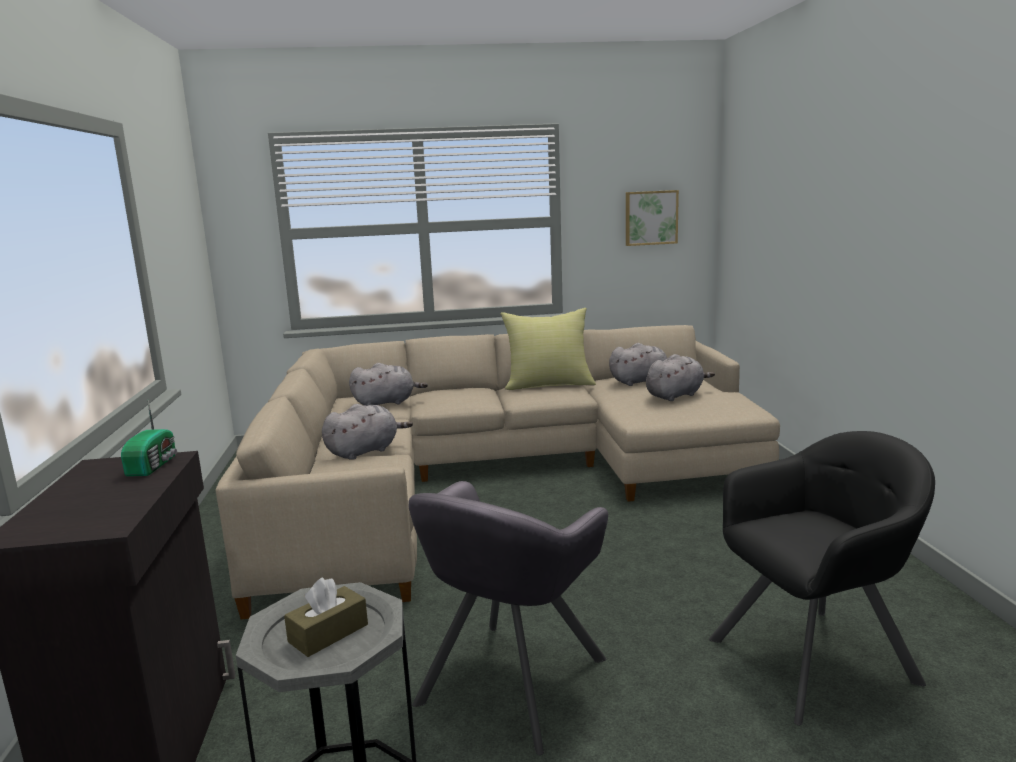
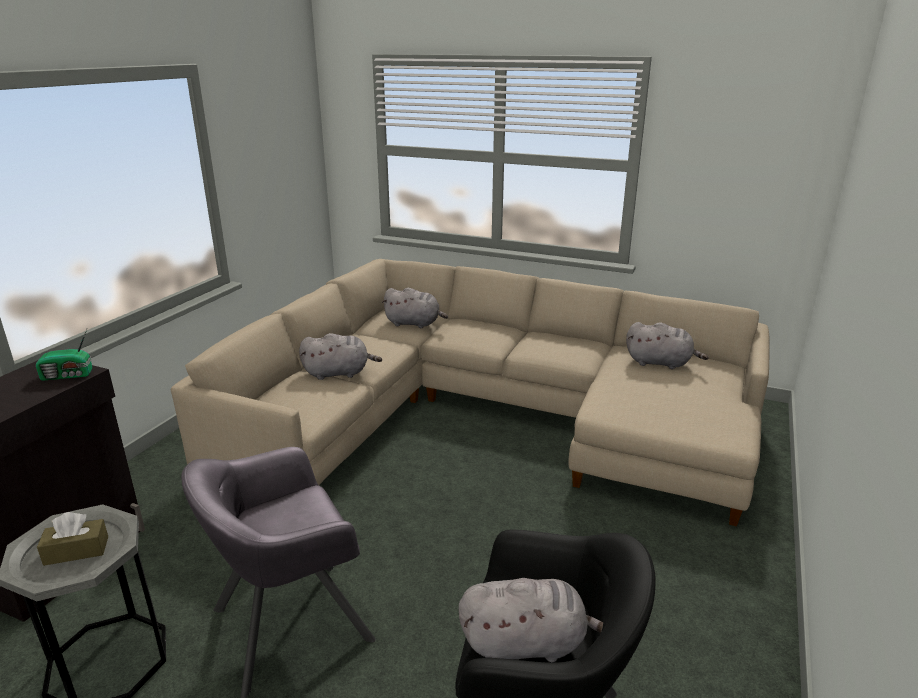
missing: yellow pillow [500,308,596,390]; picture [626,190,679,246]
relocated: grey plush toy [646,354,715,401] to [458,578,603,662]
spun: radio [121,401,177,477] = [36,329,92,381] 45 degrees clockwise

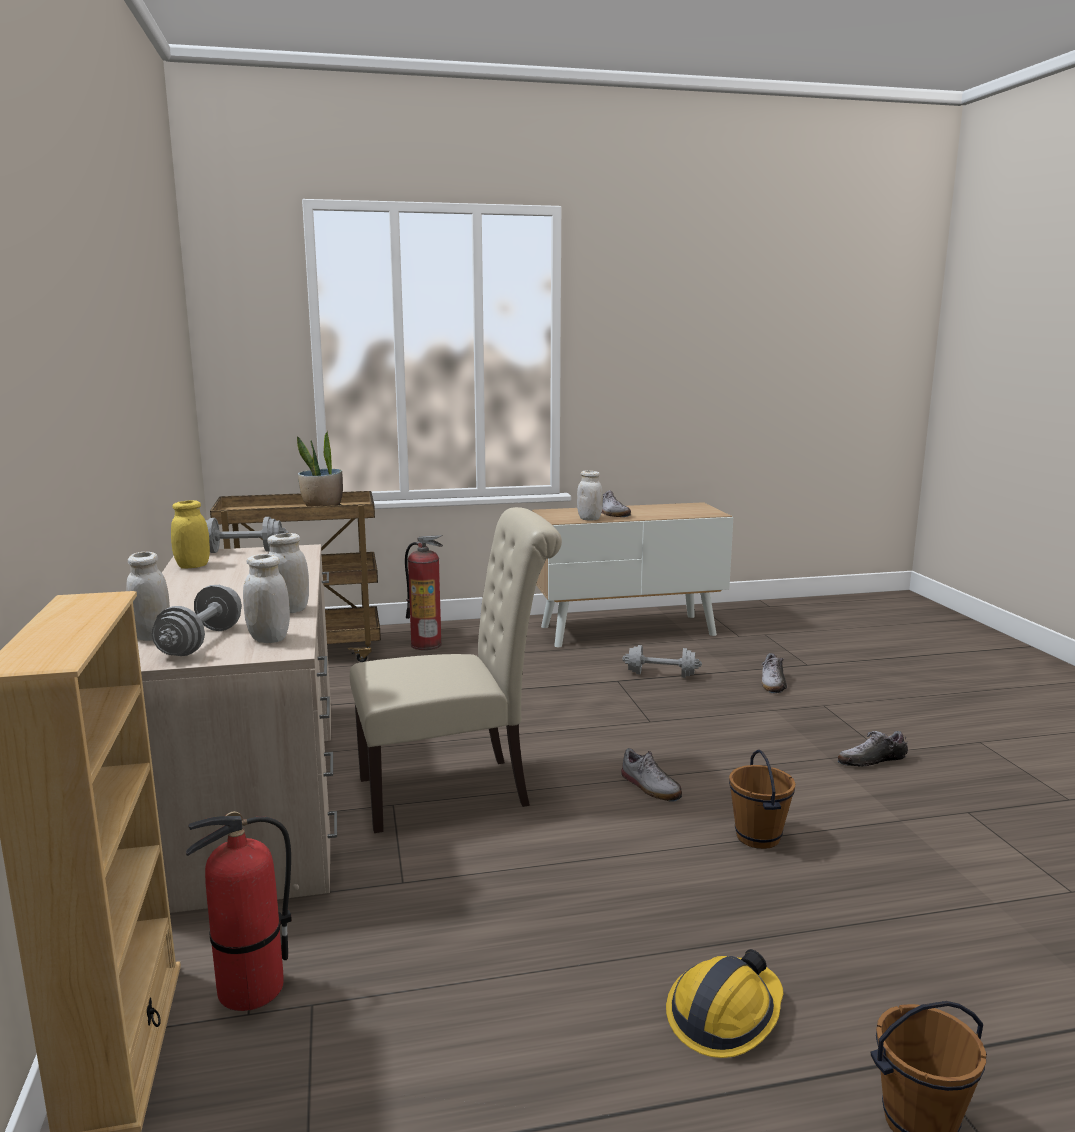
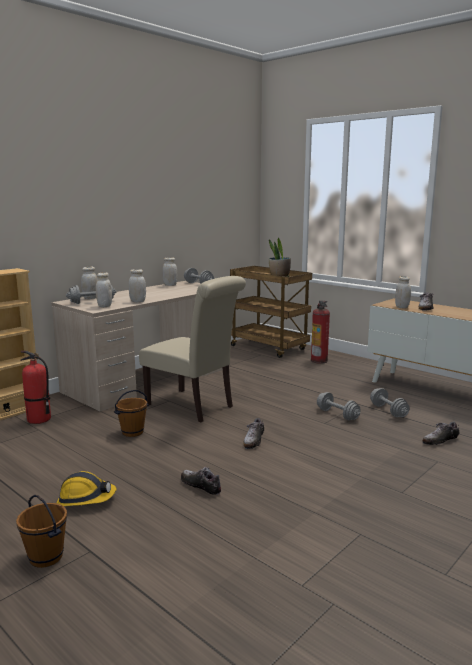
appeared: grey dumbbell [317,392,360,420]
relocated: brown bucket [729,749,796,849] to [114,390,149,437]; shoe [838,731,908,766] to [181,467,221,495]
colour: yellow jar [171,500,210,569] to white jar [162,257,177,286]

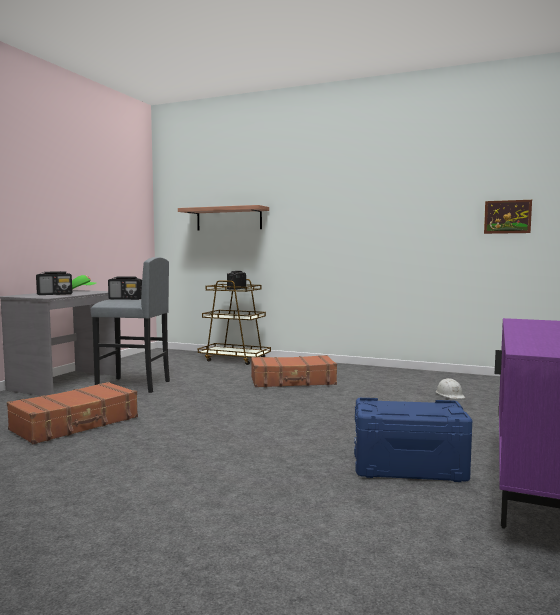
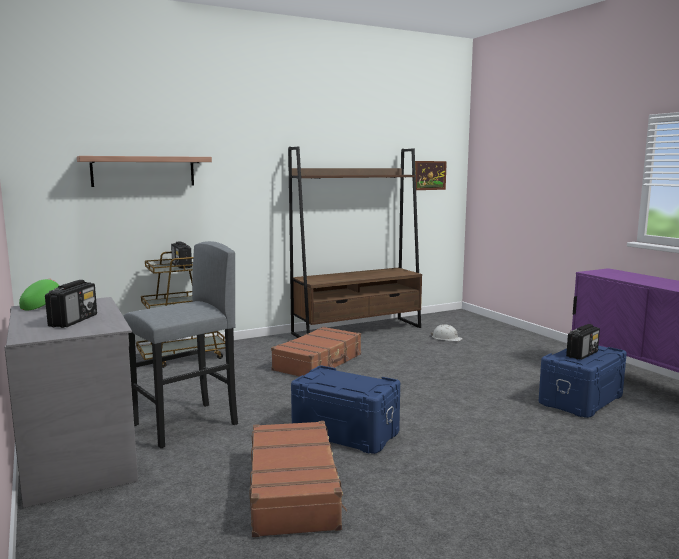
appeared: brown bookcase [288,147,422,338]; blue storage box [291,366,400,454]
relocated: radio [108,276,142,300] to [566,324,600,360]

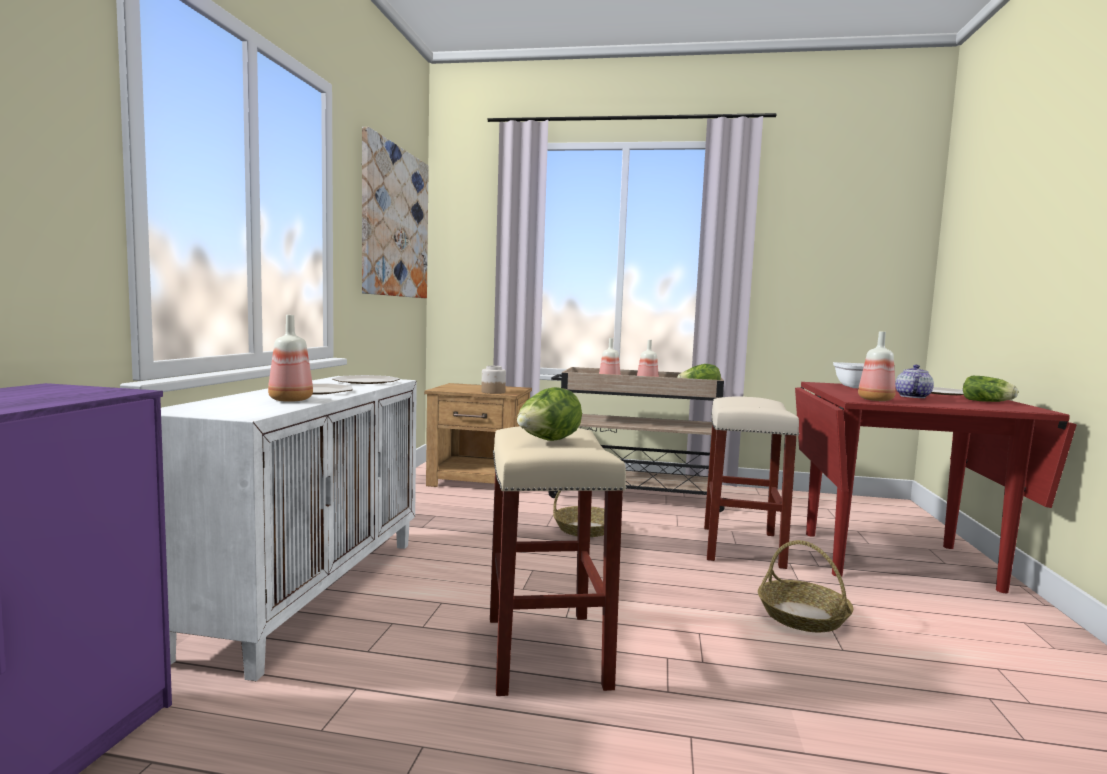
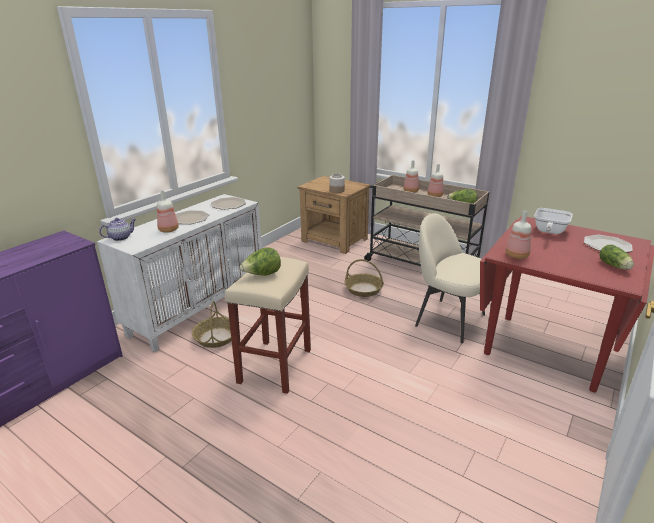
missing: picture [362,127,429,298]
relocated: teapot [895,365,934,398] to [99,218,136,241]; basket [758,540,854,632] to [192,301,232,348]
exchanged: beige stool [704,396,799,569] to beige chair [415,213,485,343]

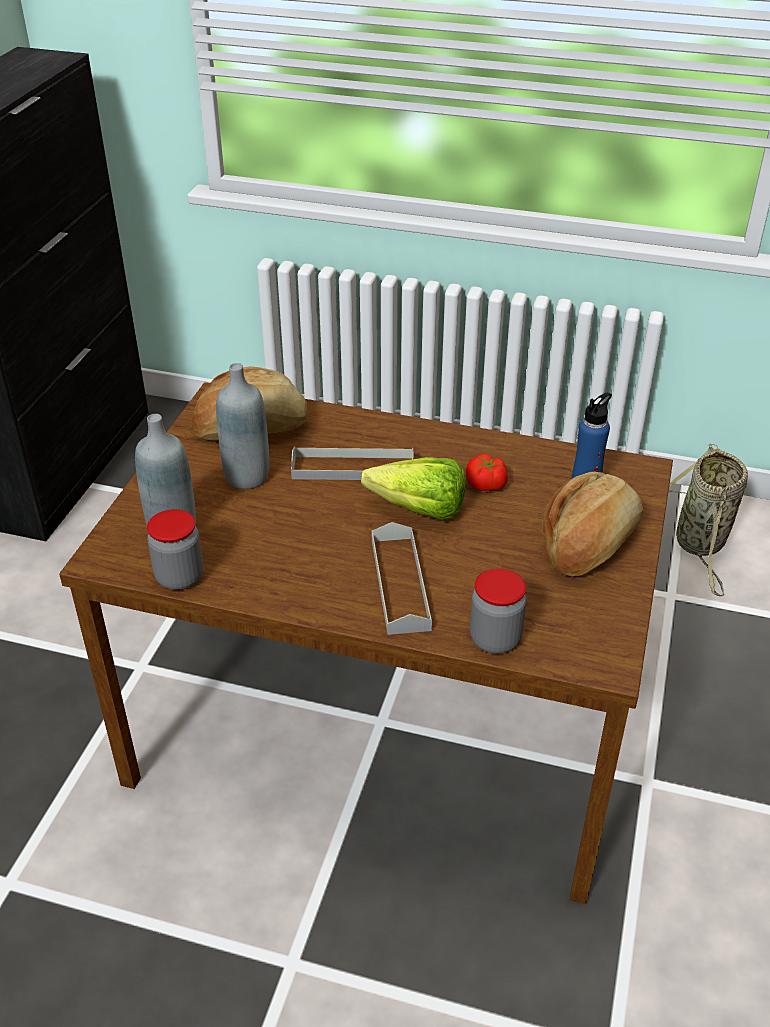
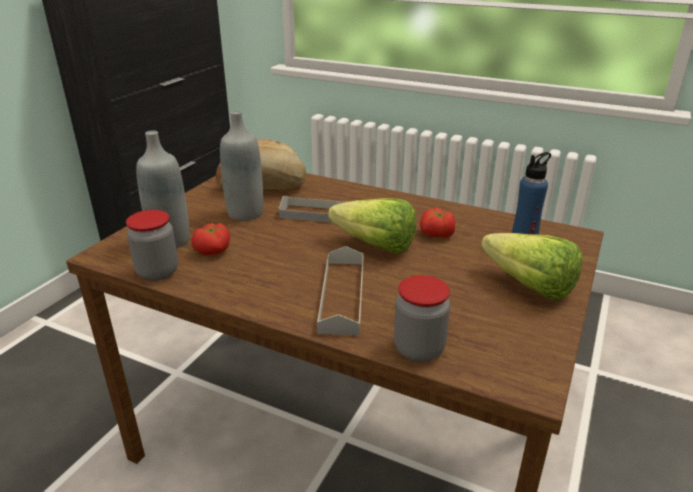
missing: basket [669,444,748,596]
appeared: tomato [191,223,230,255]
exchanged: bread [542,472,643,577] to lettuce [481,233,583,300]

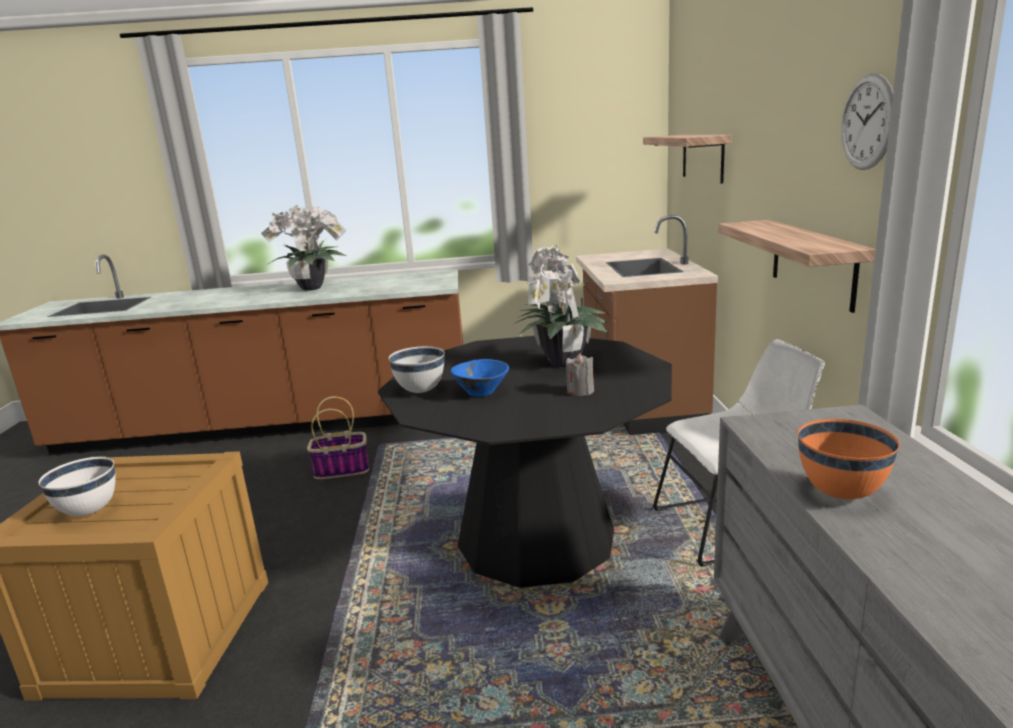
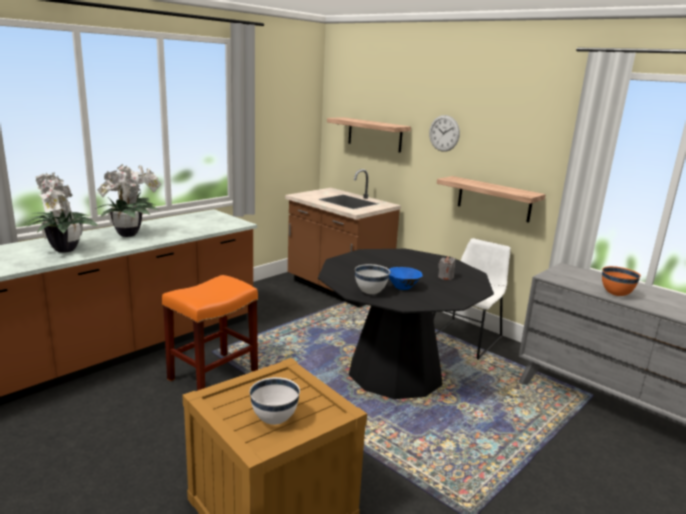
relocated: potted plant [512,245,608,367] to [25,173,99,253]; wall clock [841,73,893,170] to [429,115,460,152]
exchanged: basket [307,396,369,479] to orange stool [162,275,258,391]

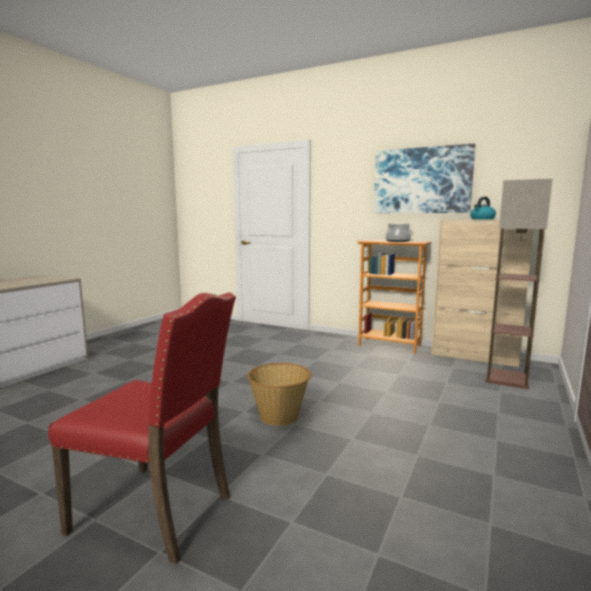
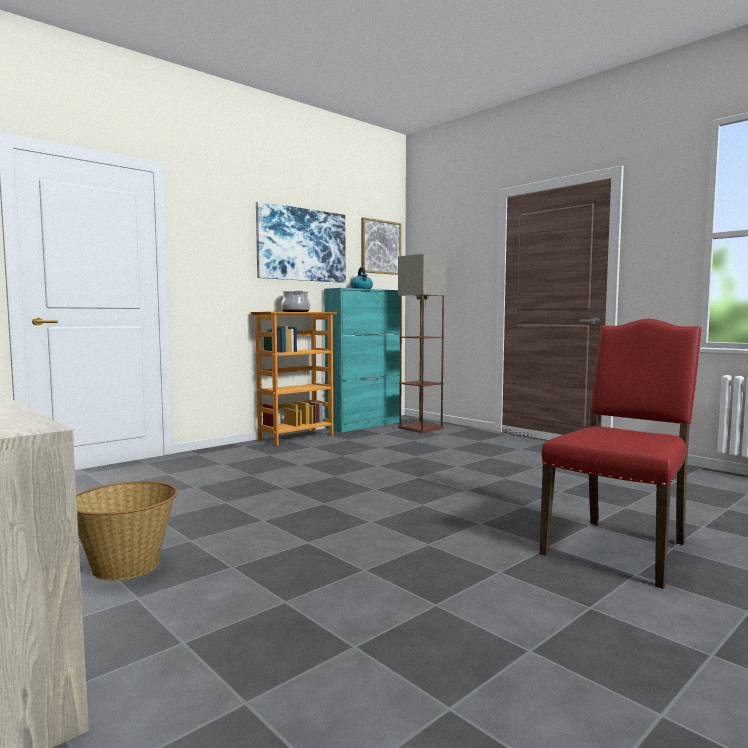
appeared: picture [361,217,402,275]
relocated: basket [247,363,312,426] to [76,481,178,581]
colour: beige cabinet [431,220,534,367] to turquoise cabinet [324,288,400,432]

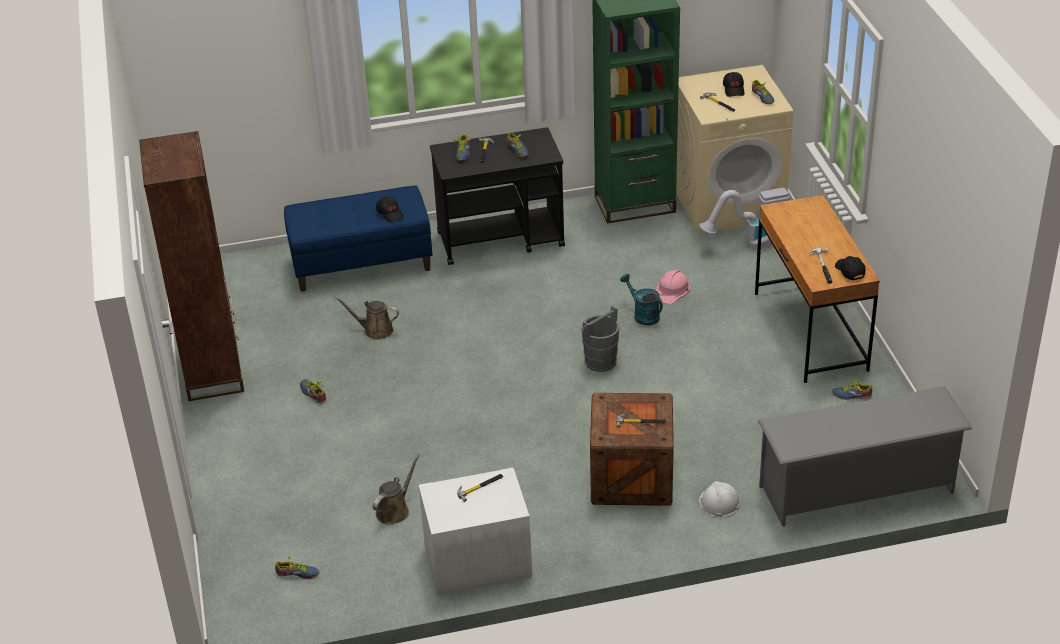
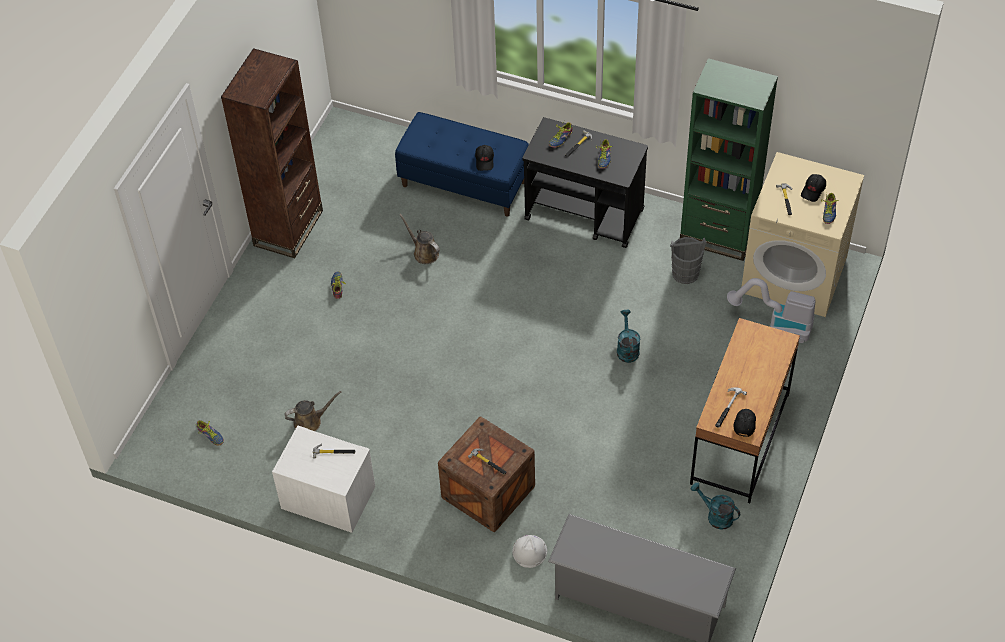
missing: pink hard hat [656,270,690,304]
relocated: grey bucket [581,305,619,372] to [670,237,706,284]
exchanged: shoe [832,378,872,400] to turquoise watering can [691,482,740,530]

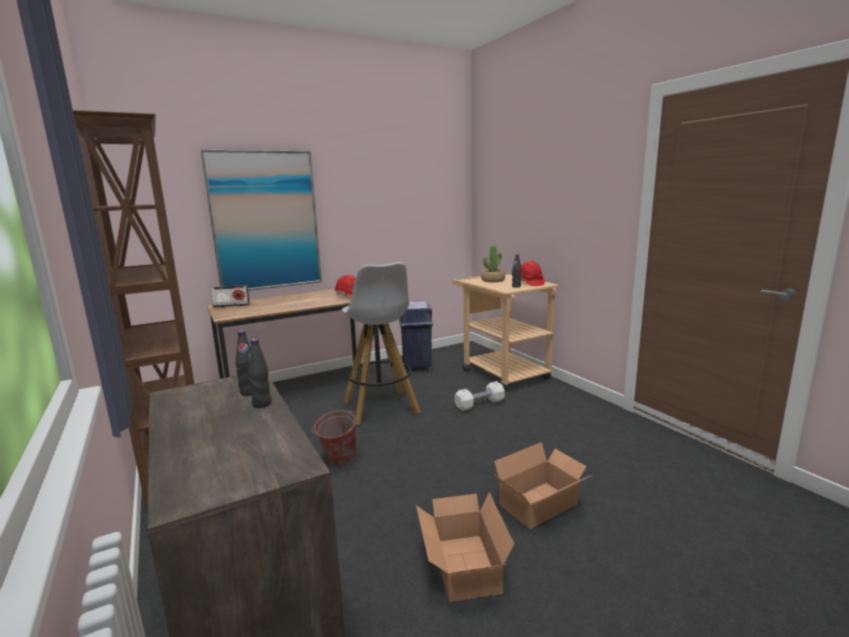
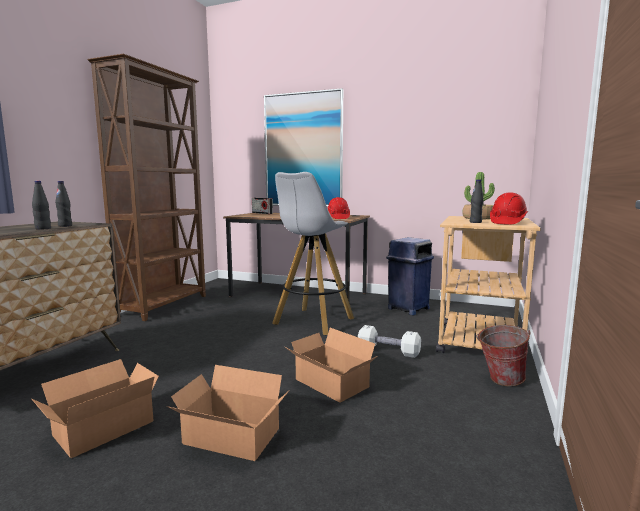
appeared: cardboard box [285,328,378,403]
relocated: bucket [312,410,357,466] to [476,325,530,386]

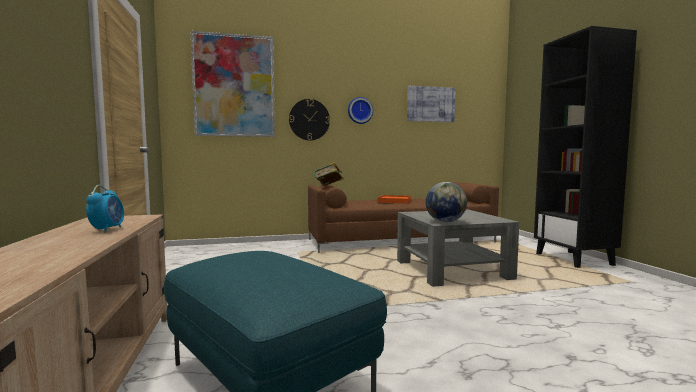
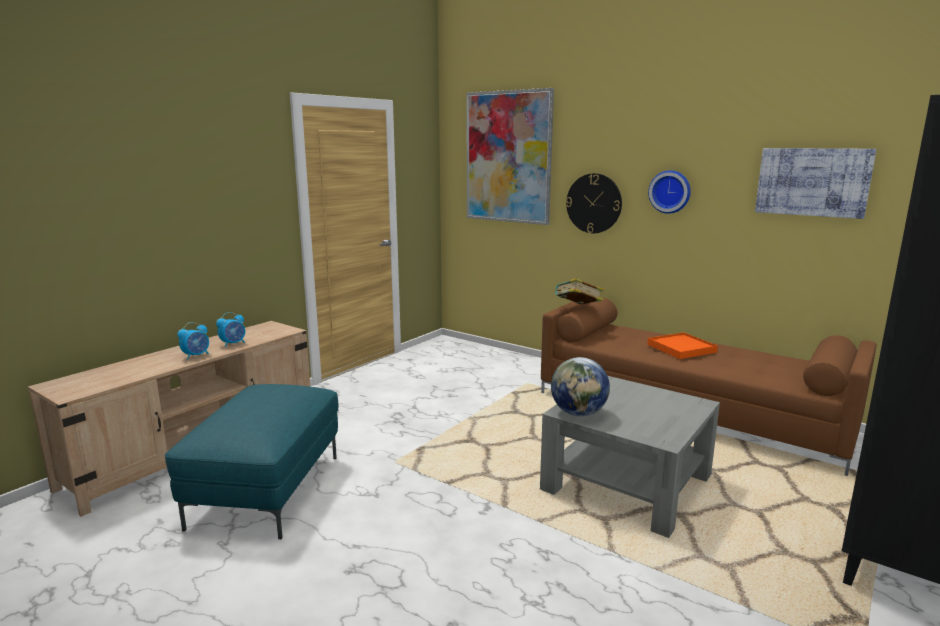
appeared: alarm clock [177,322,209,360]

